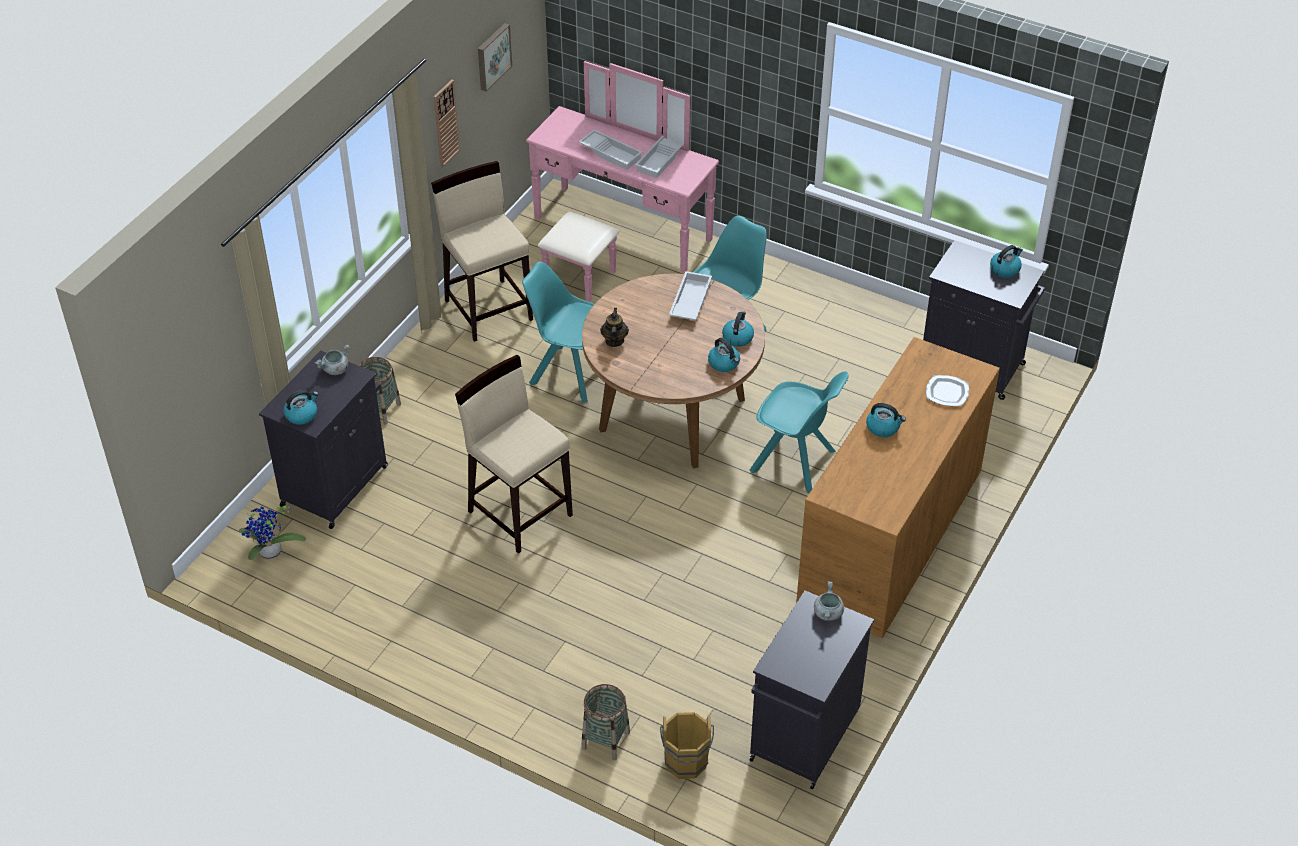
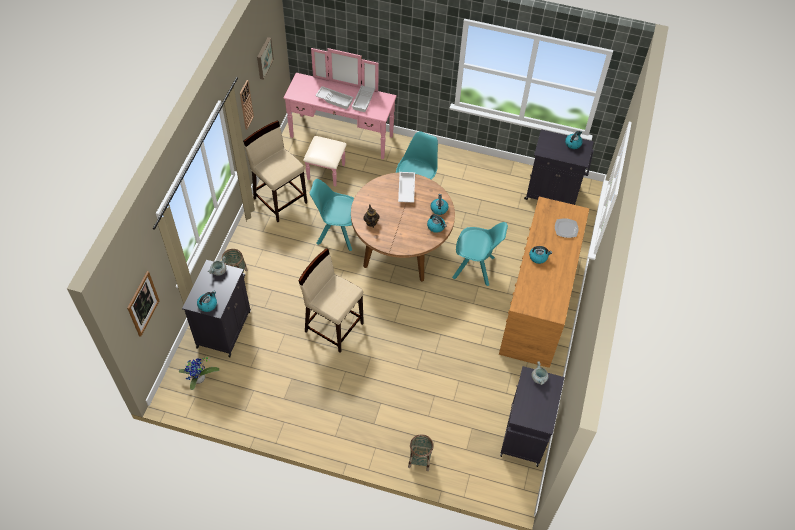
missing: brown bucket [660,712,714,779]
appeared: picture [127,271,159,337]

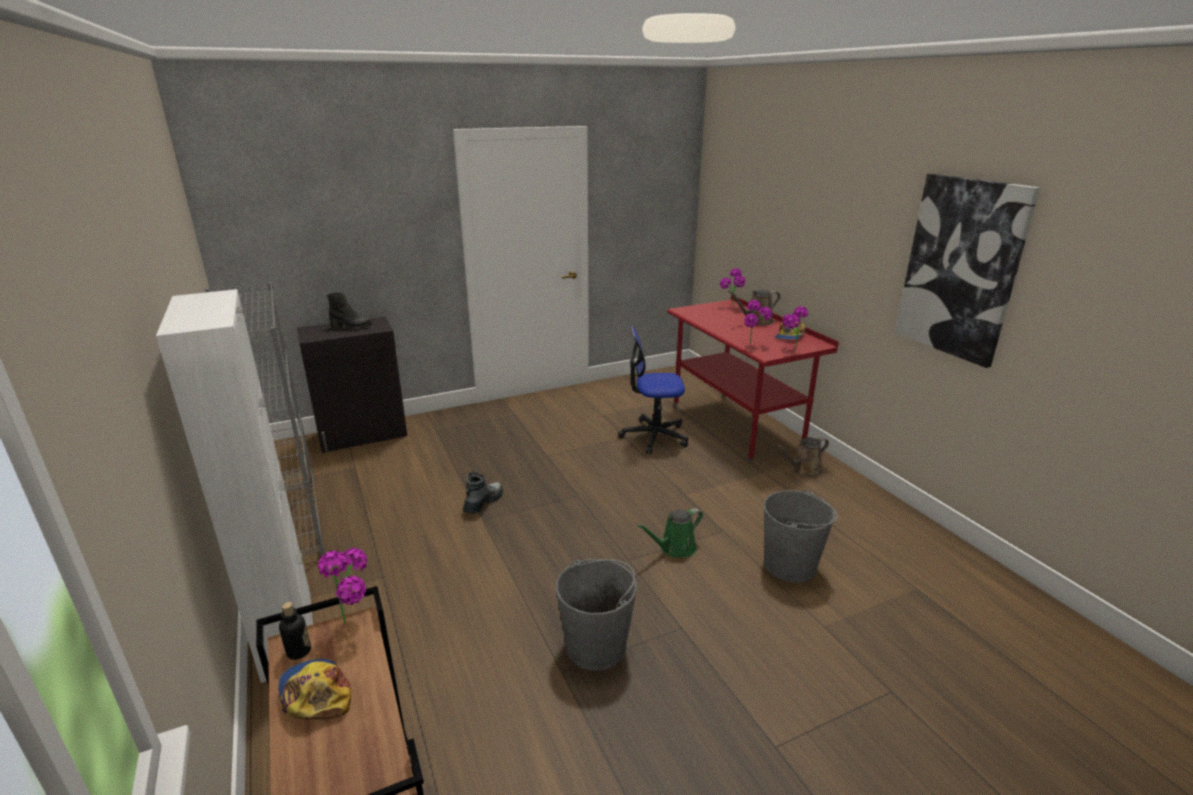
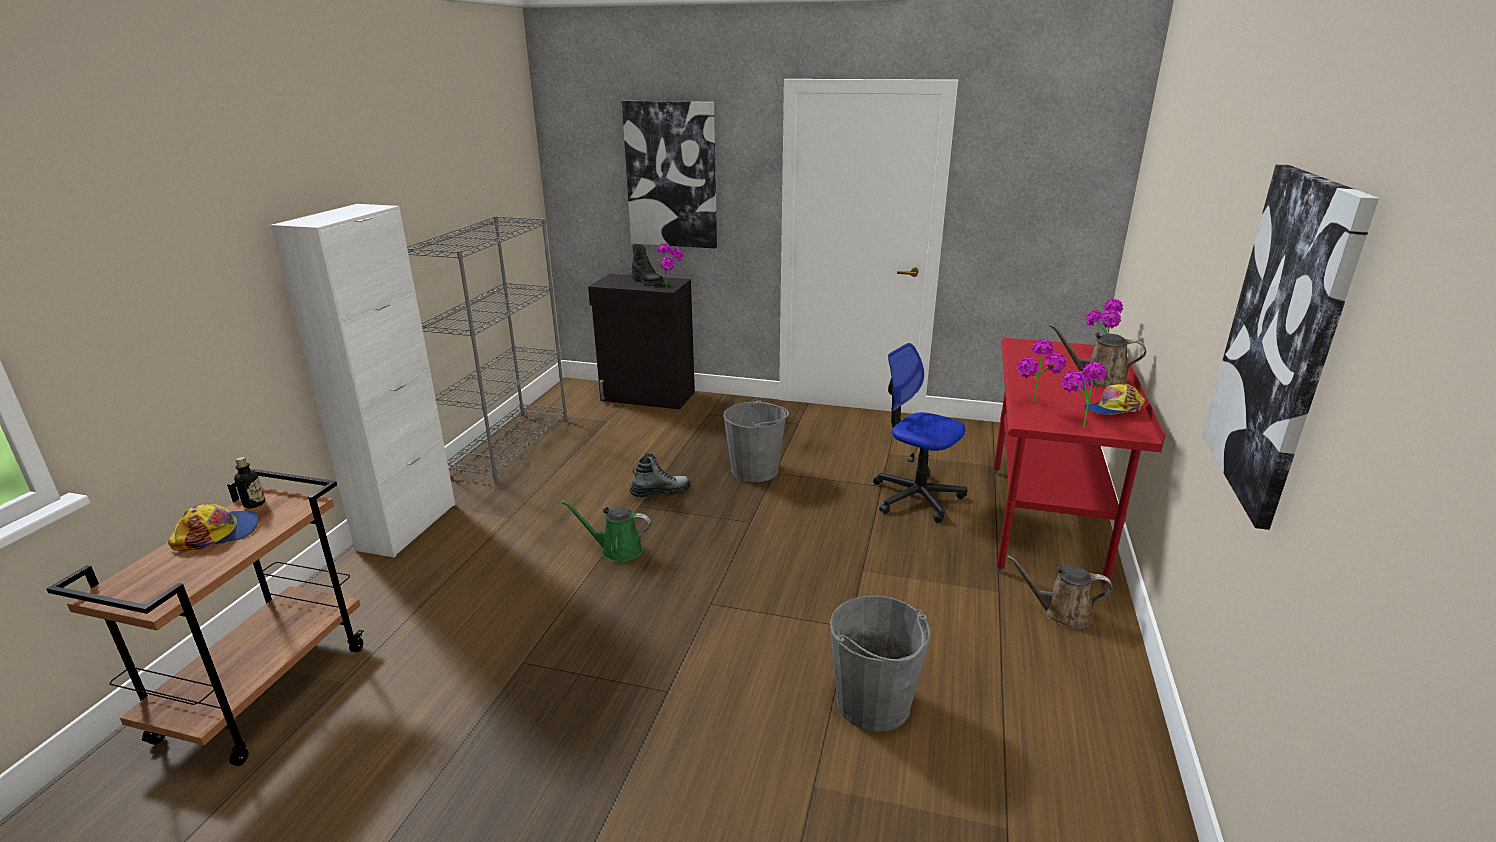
appeared: picture [622,101,717,248]
relocated: green watering can [637,508,703,558] to [561,500,651,562]; potted plant [318,548,367,624] to [657,243,683,289]; grey bucket [556,559,637,671] to [724,398,789,482]
spun: cap [278,659,351,720] = [168,503,259,551] 60 degrees clockwise

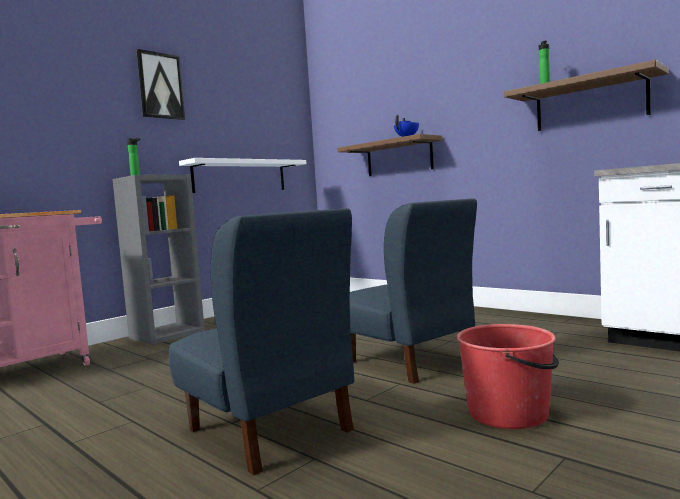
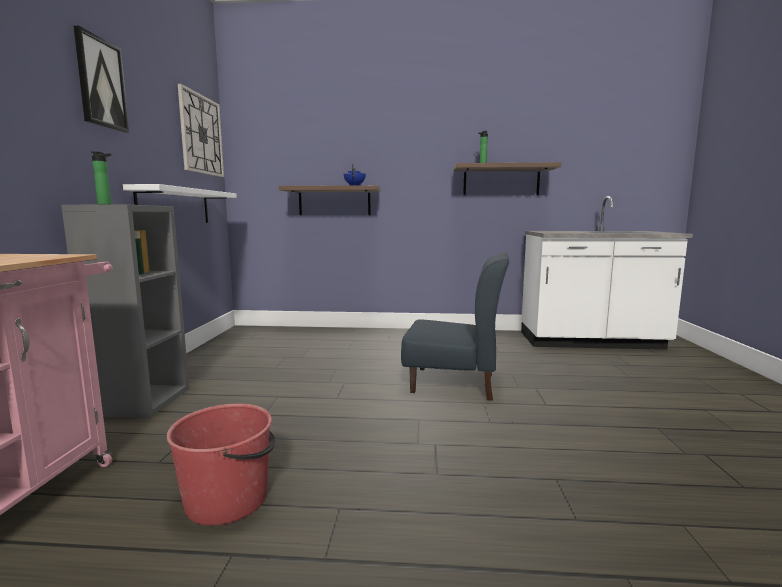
missing: blue chair [169,208,354,475]
appeared: wall clock [178,84,224,177]
relocated: red bucket [457,324,559,429] to [166,403,275,525]

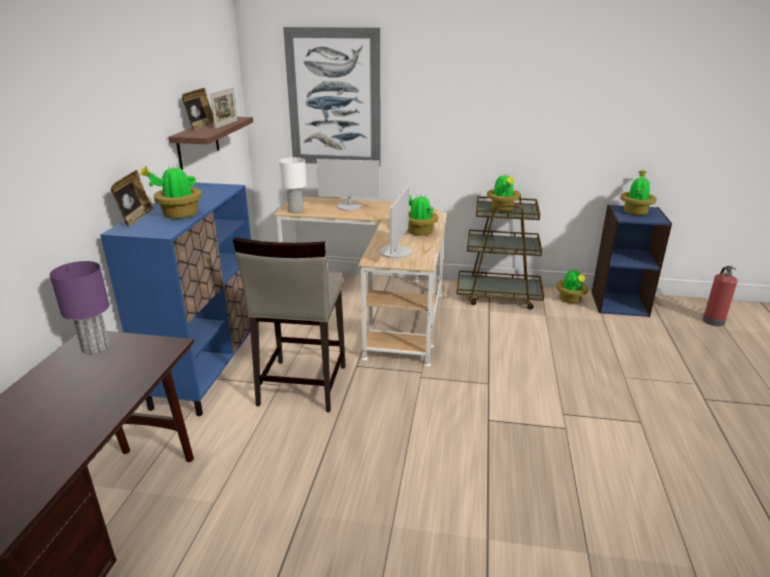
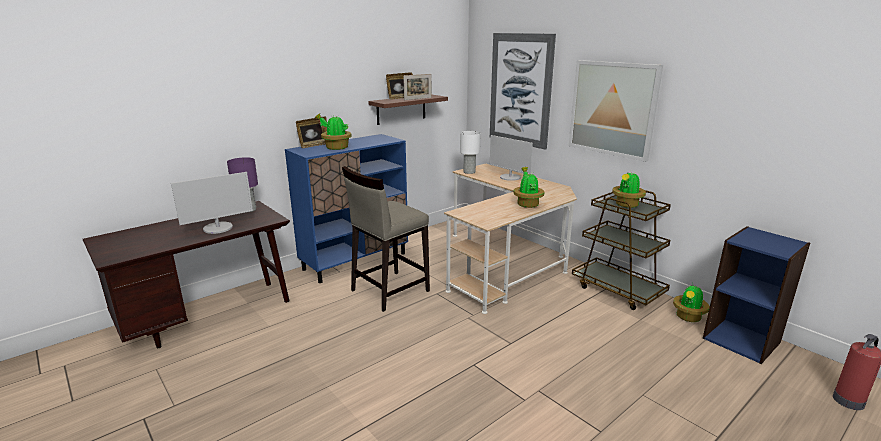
missing: potted plant [620,171,657,215]
appeared: picture [569,60,663,162]
relocated: monitor [380,185,411,259] to [171,172,253,234]

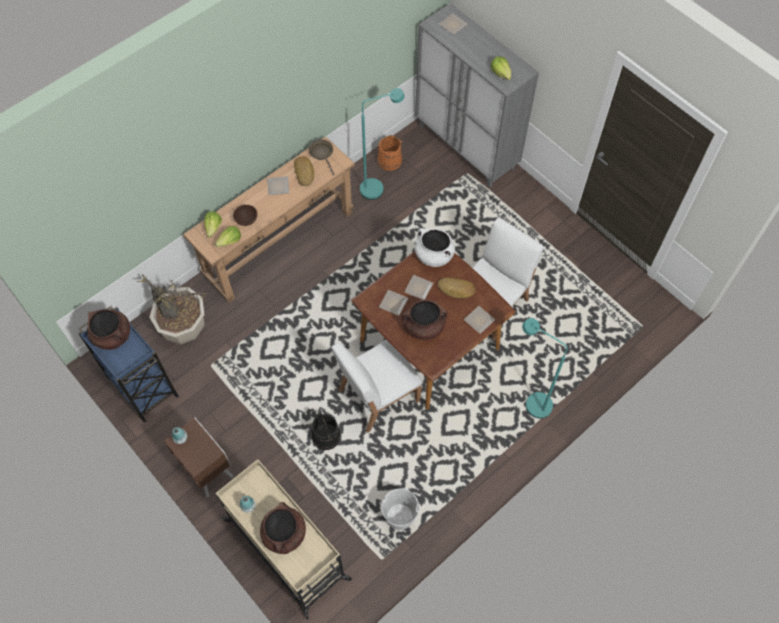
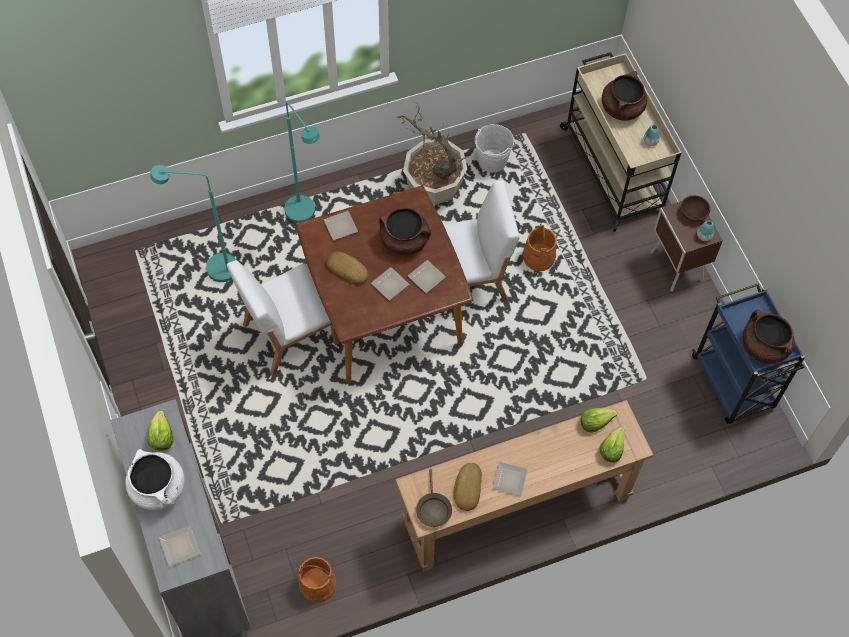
relocated: white cooking pot [415,228,455,267] to [125,449,185,511]; turquoise floor lamp [360,88,404,200] to [150,165,236,282]; potted plant [137,274,207,344] to [396,104,468,205]; brown bowl [233,205,258,226] to [681,196,710,222]
colour: black bucket [311,412,340,450] to orange bucket [523,224,557,271]

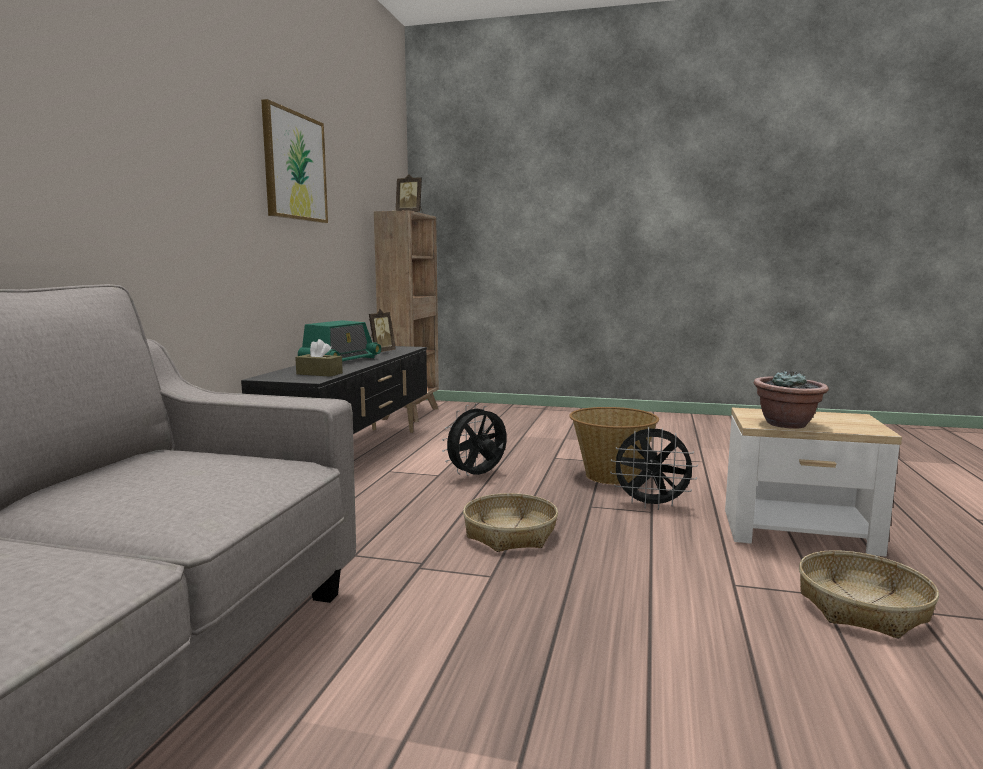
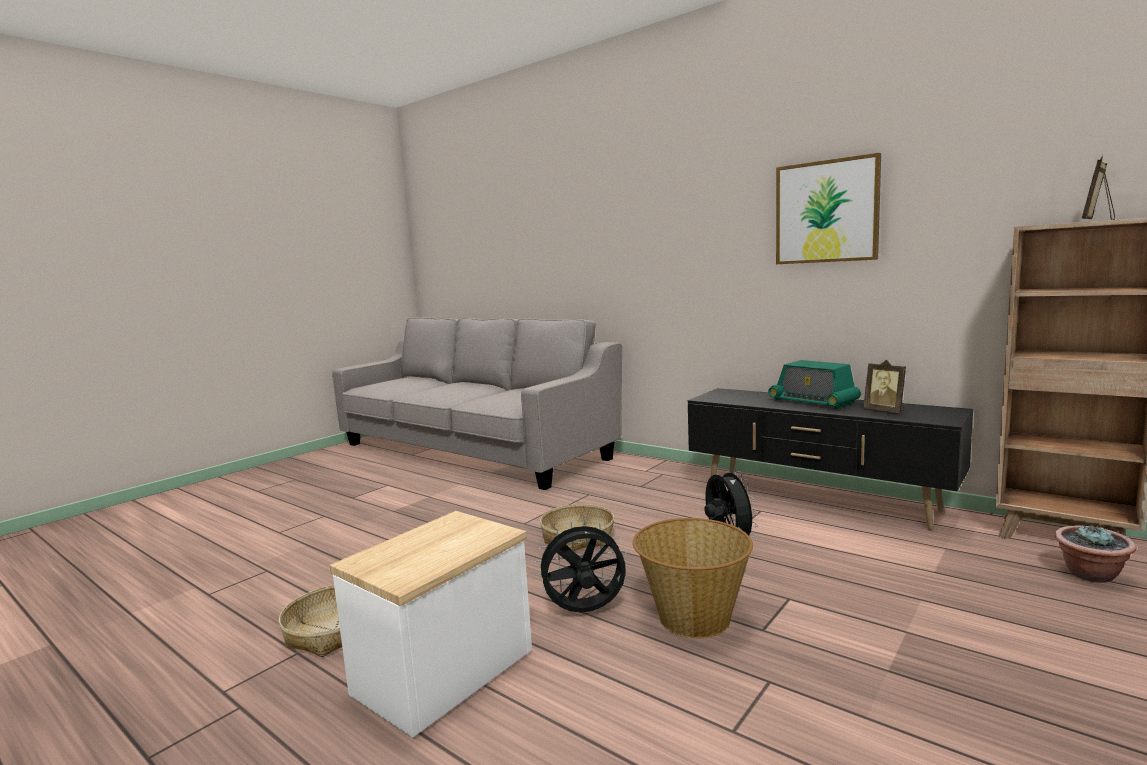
missing: brown tissue box [295,339,343,377]
relocated: potted plant [754,370,829,429] to [1055,524,1136,583]
spun: black fan [610,427,698,510] = [535,519,627,613] 45 degrees clockwise

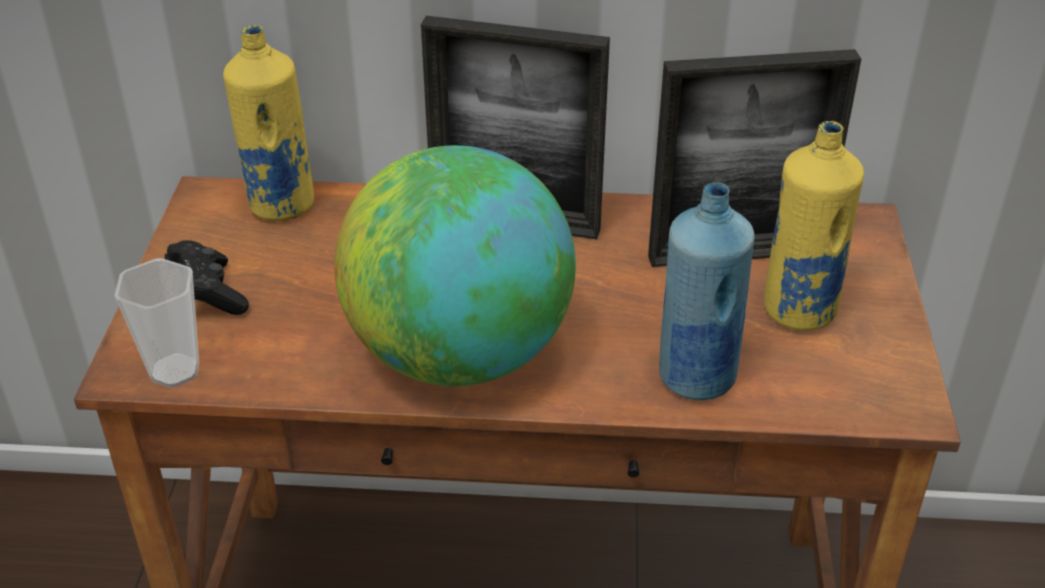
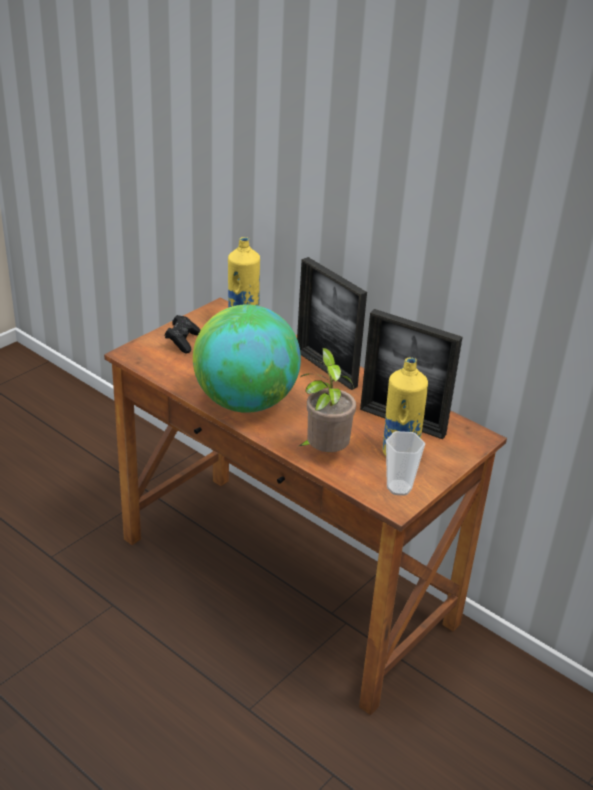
relocated: cup [115,258,199,388] to [386,431,425,496]
exchanged: blue bottle [659,183,755,400] to potted plant [299,348,356,452]

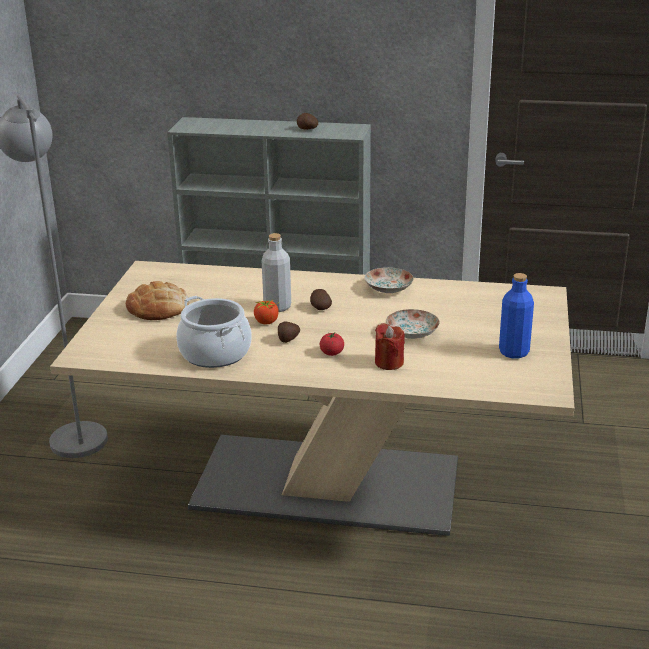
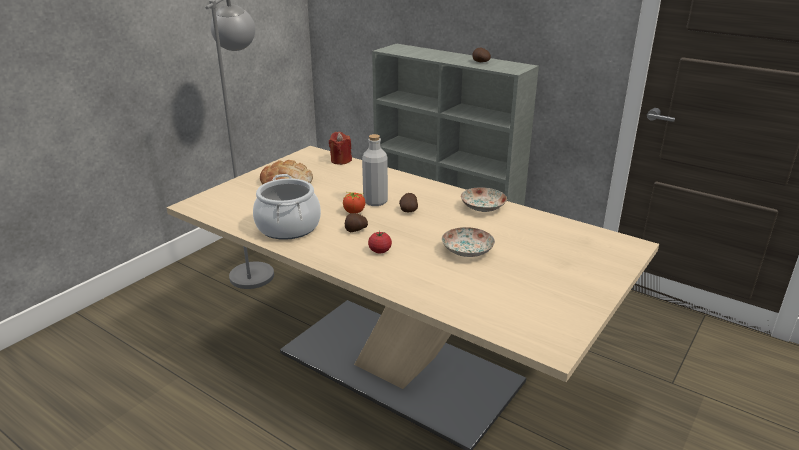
missing: blue bottle [499,273,534,359]
relocated: red candle [375,323,405,370] to [329,132,352,165]

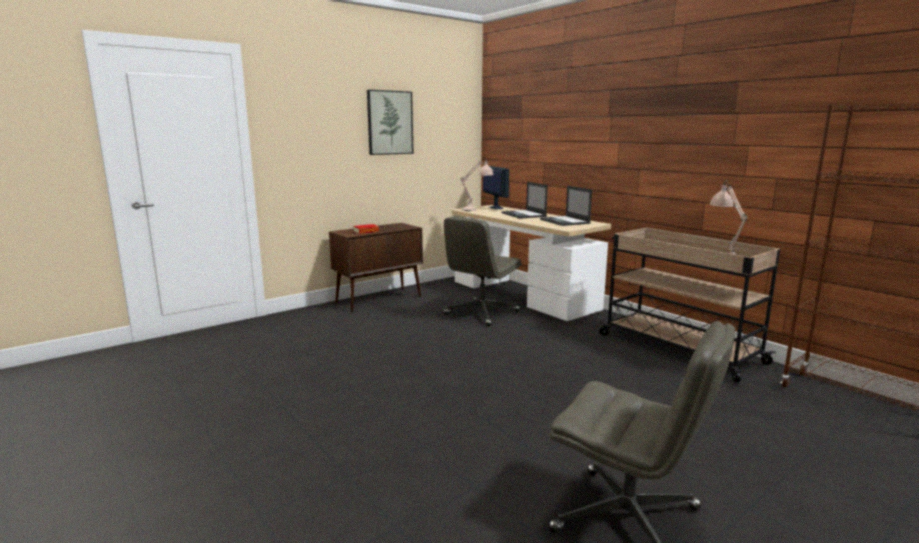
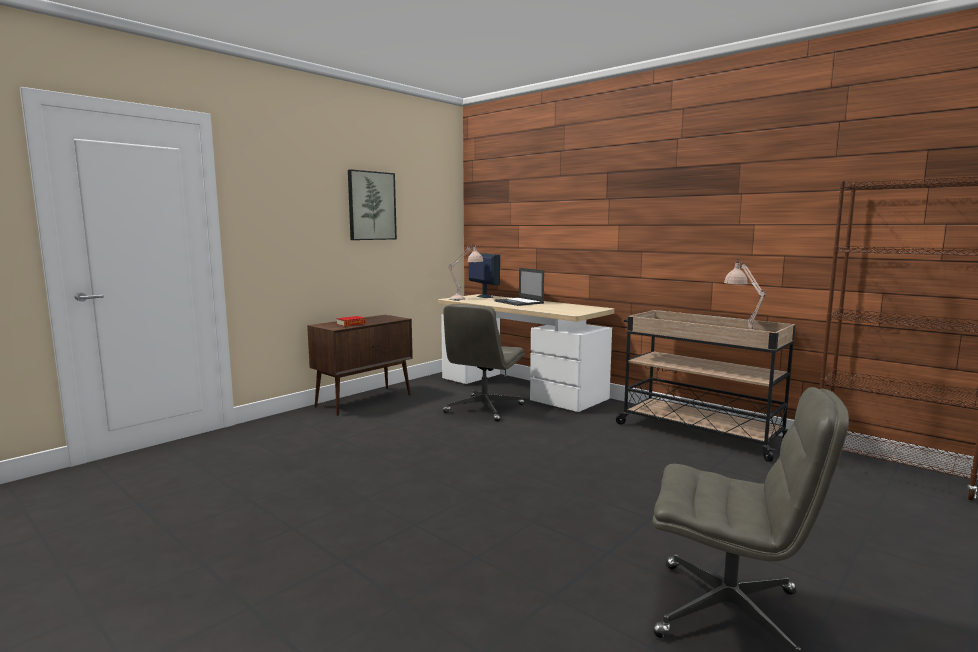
missing: laptop [540,186,592,226]

